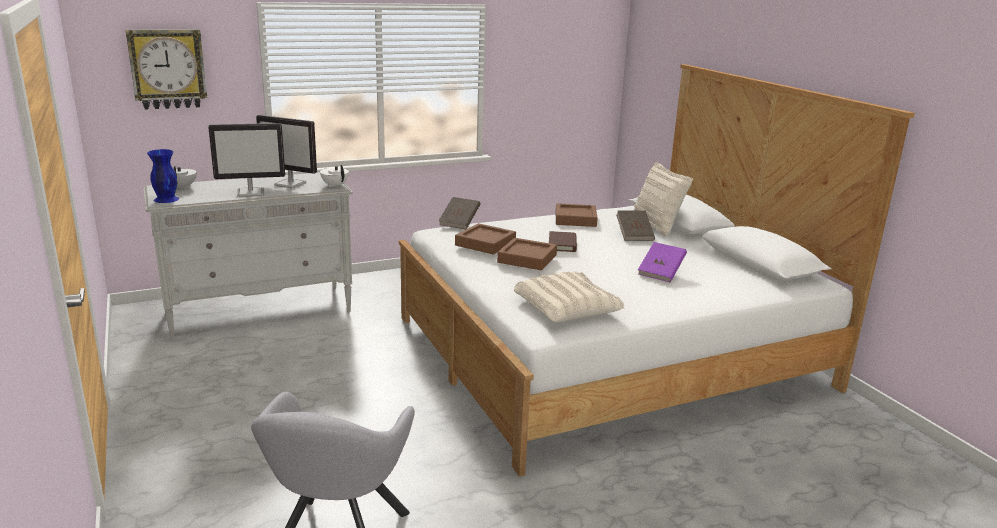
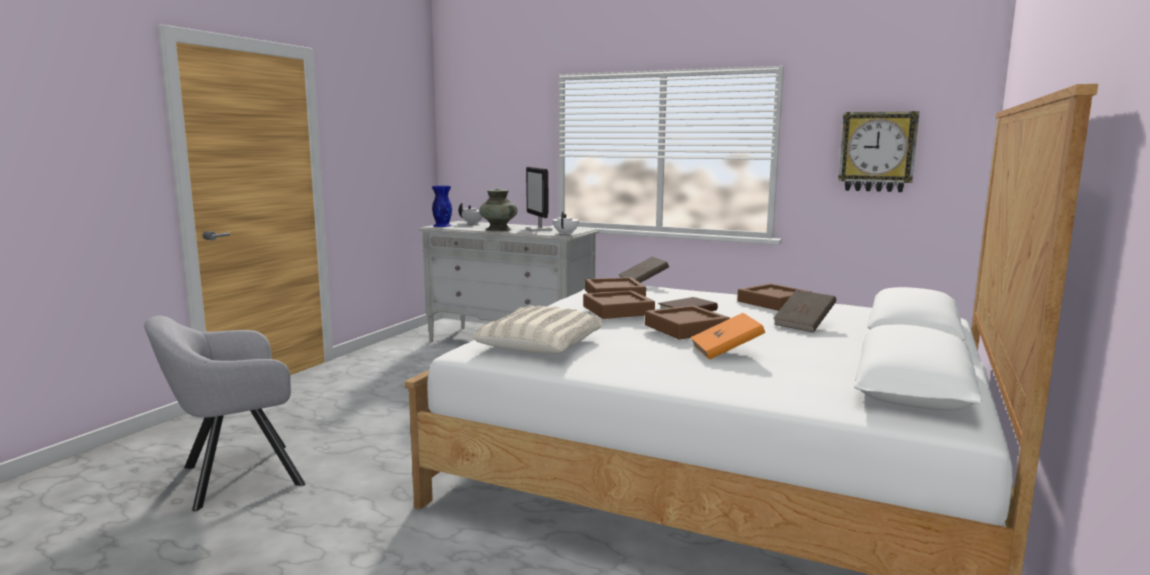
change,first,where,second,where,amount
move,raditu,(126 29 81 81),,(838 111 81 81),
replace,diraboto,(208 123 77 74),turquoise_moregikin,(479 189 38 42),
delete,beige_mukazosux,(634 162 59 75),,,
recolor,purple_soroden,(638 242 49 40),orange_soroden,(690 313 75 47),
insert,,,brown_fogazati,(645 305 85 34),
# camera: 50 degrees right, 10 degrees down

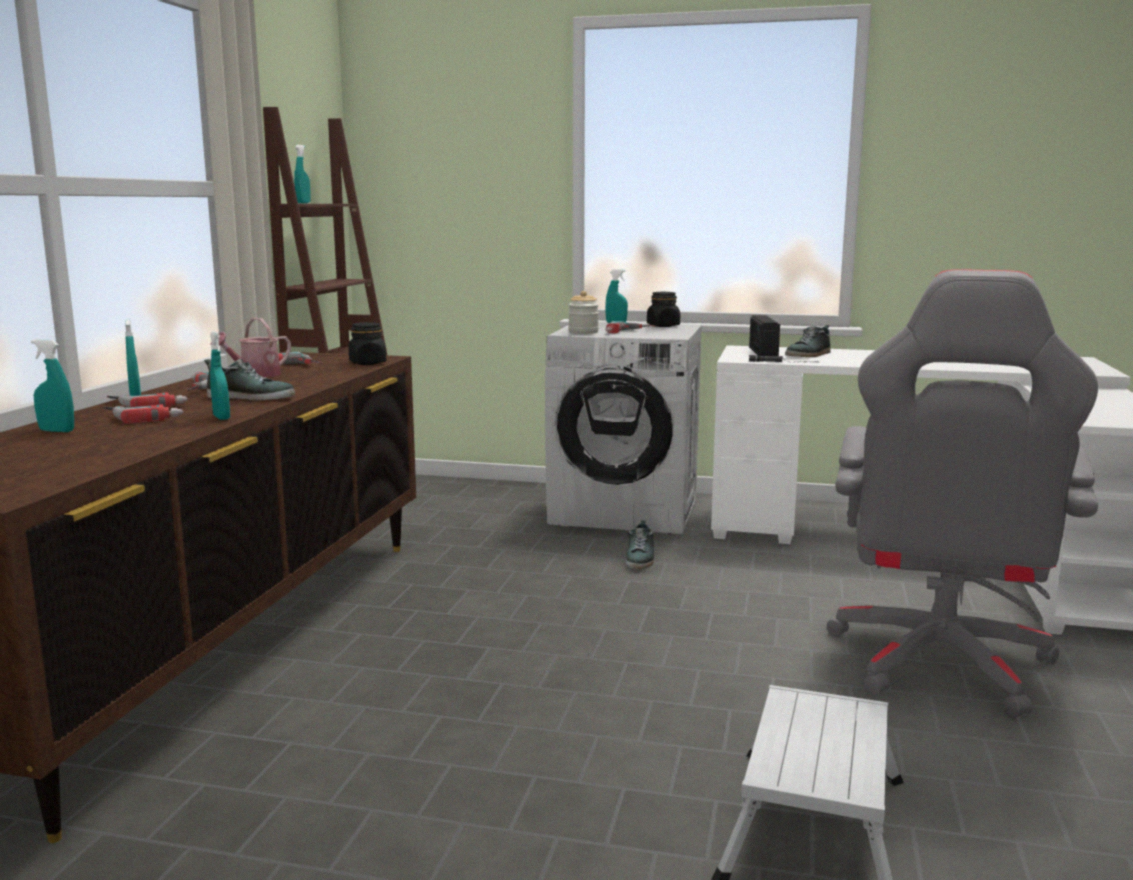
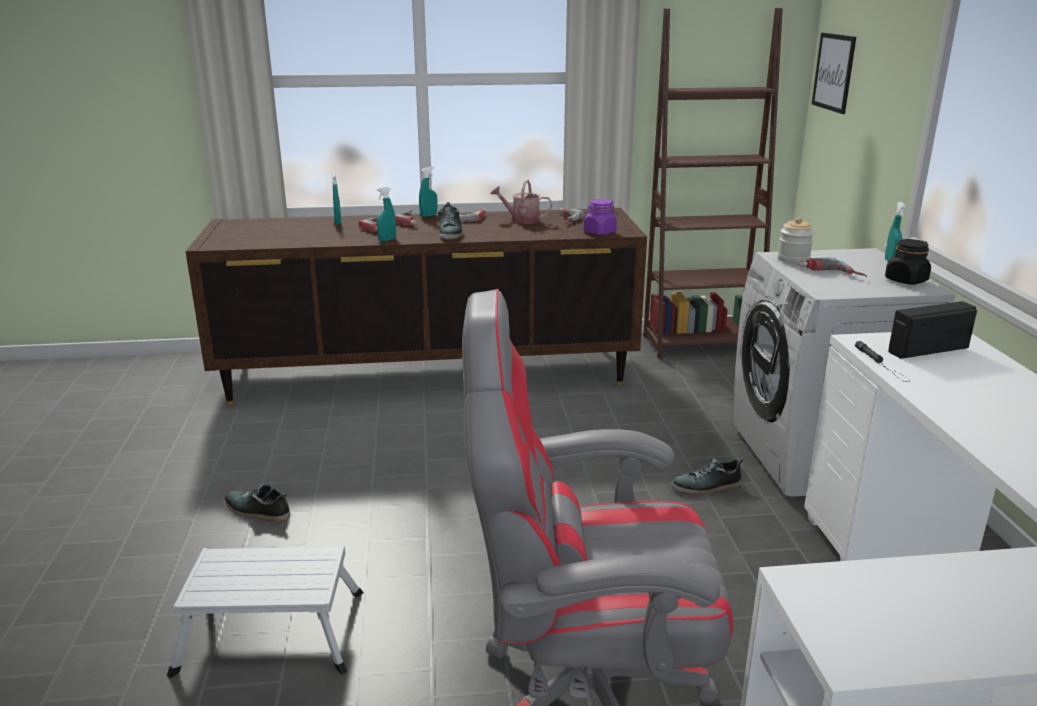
change,first,where,second,where,amount
delete,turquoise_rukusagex,(294 145 17 58),,,
recolor,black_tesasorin,(349 322 38 43),purple_tesasorin,(584 199 33 36),
move,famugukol,(785 325 46 32),,(225 484 65 38),
insert,,,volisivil,(812 33 44 81),
# camera: 70 degrees right, 10 degrees up

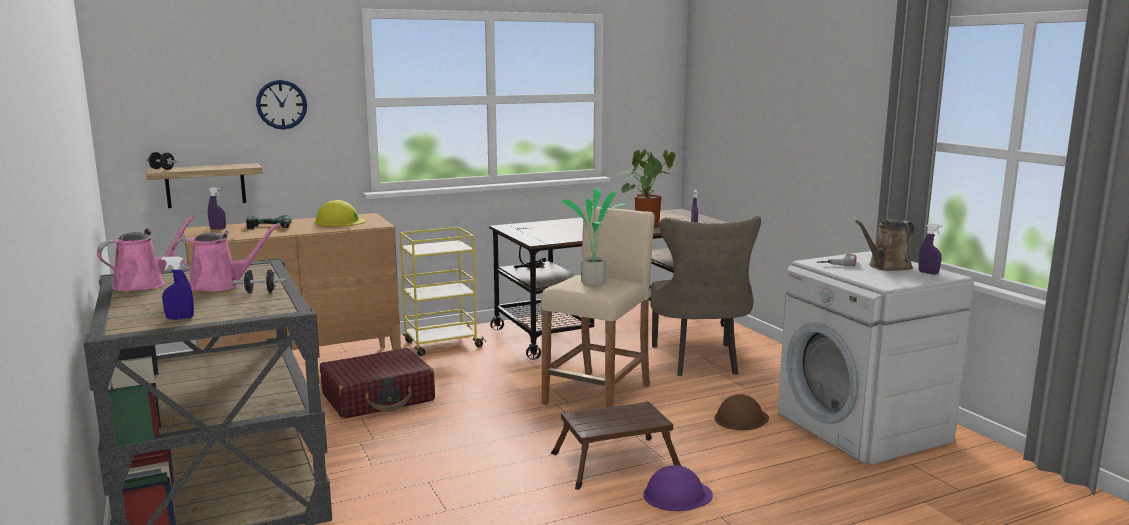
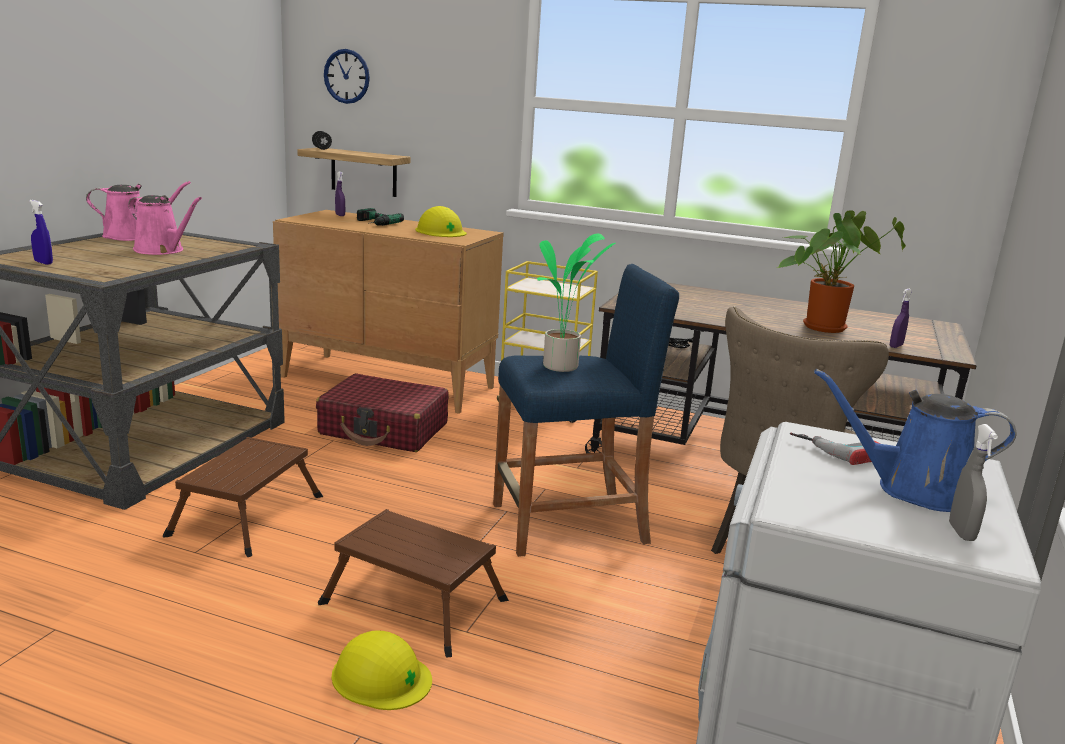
change,first,where,second,where,amount
move,raditu,(256 80 51 49),,(324 49 46 55),
recolor,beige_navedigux,(541 206 114 202),blue_navedigux,(493 264 186 293),
recolor,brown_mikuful,(855 219 60 52),blue_mikuful,(814 369 203 143),
recolor,purple_rukusagex,(919 223 23 51),grey_rukusagex,(949 424 49 117),
delete,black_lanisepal,(233 269 53 24),,,
delete,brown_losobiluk,(715 394 54 36),,,
recolor,purple_losobiluk,(643 465 70 46),yellow_losobiluk,(332 631 100 79),
insert,,,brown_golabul,(163 437 160 120),
# camera: 45 degrees right, 5 degrees up

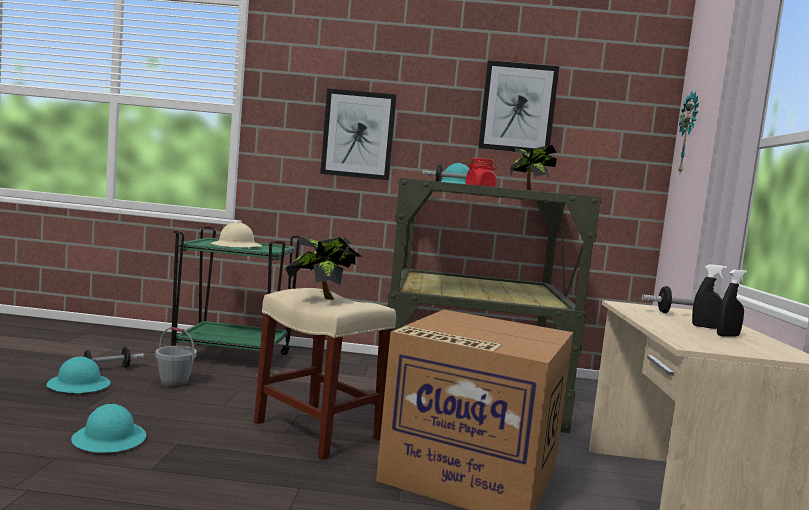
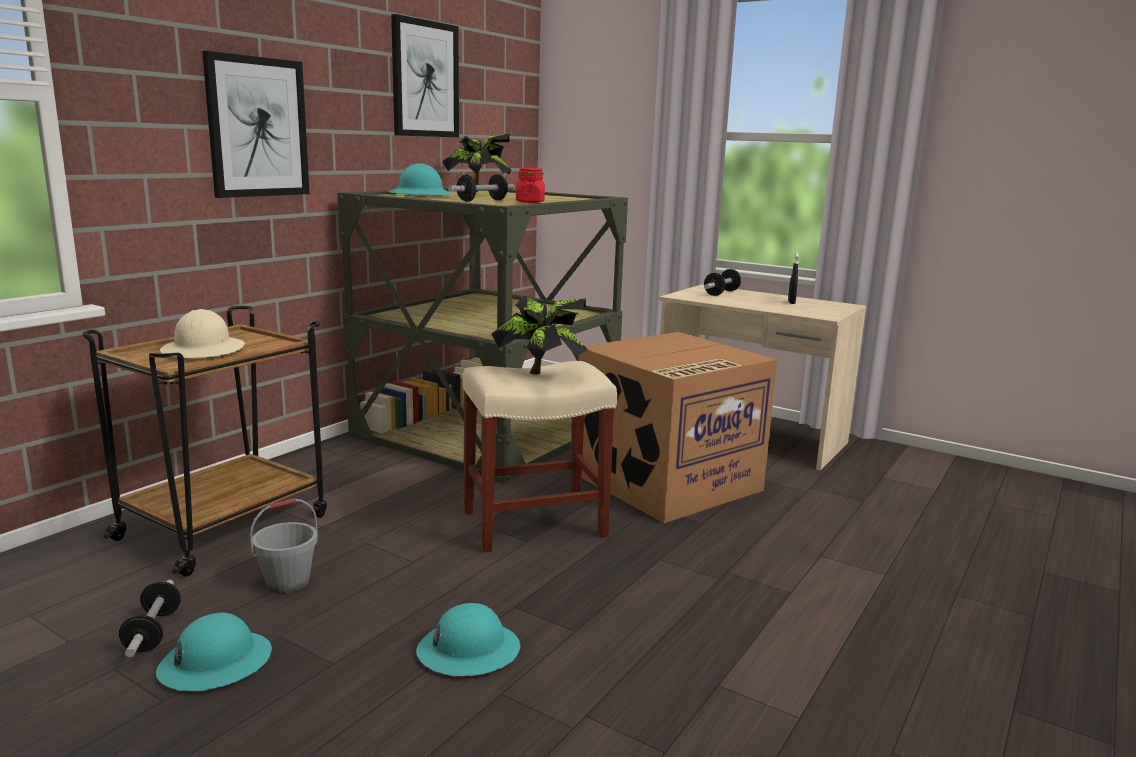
change,first,where,second,where,amount
delete,raditu,(678 91 21 82),,,
recolor,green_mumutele,(171 226 131 141),brown_mumutele,(82 306 245 271),
delete,black_rukusagex,(692 264 35 65),,,
# camera: 60 degrees left, 10 degrees up

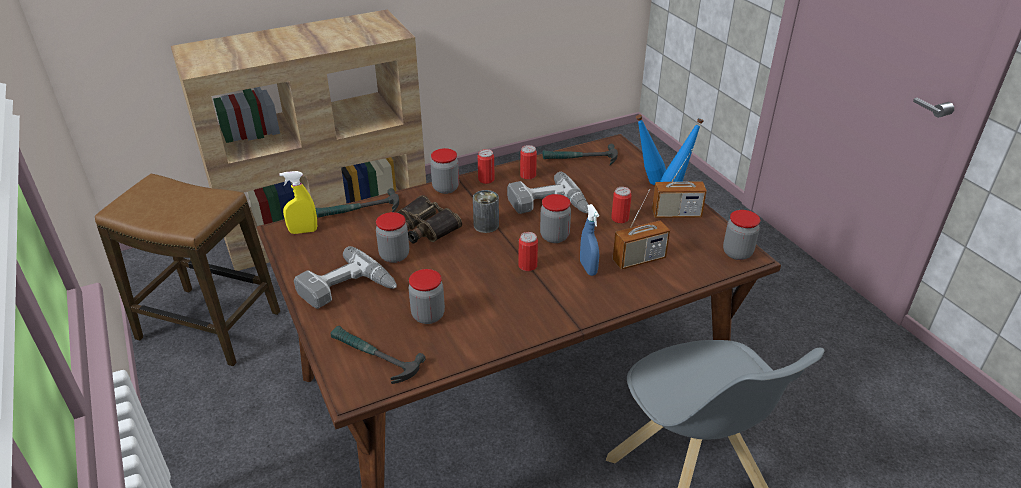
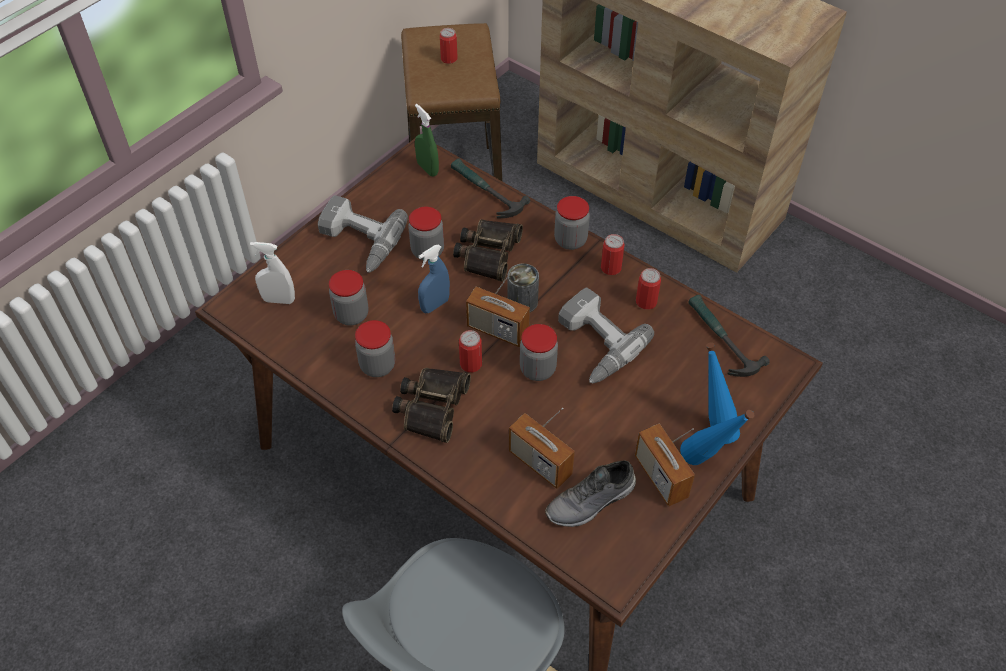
change,first,where,second,where,amount
recolor,yellow_rukusagex,(279 171 38 63),green_rukusagex,(415 104 24 73),
move,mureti,(611 187 21 36),,(440 28 18 36),
move,blue_rukusagex,(580 204 19 72),,(418 245 32 68),
move,tesasorin,(723 210 37 50),,(355 320 40 57),
replace,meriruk,(331 326 95 58),white_rukusagex,(250 242 45 62),
insert,,,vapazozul,(466 268 64 79),
insert,,,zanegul,(392 368 79 75),
insert,,,grey_famugukol,(545 460 91 67),
# camera: 65 degrees right, 15 degrees up

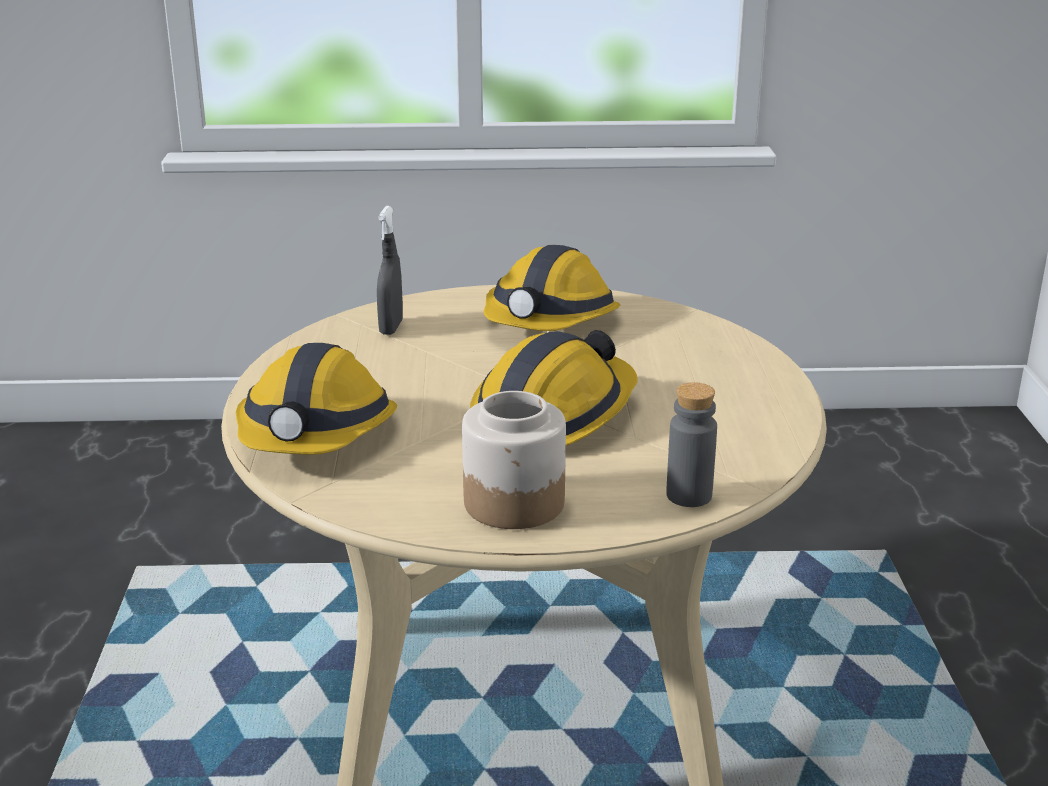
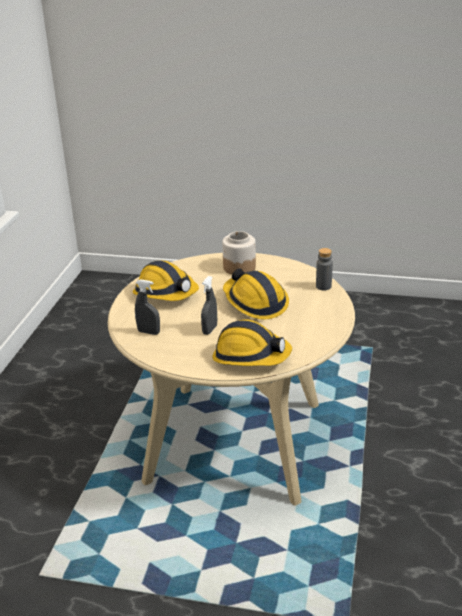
change,first,where,second,where,amount
move,tesasorin,(462 391 104 138),,(222 231 34 43),
insert,,,grey_rukusagex,(201 276 16 59),
# camera: 75 degrees left, 5 degrees up

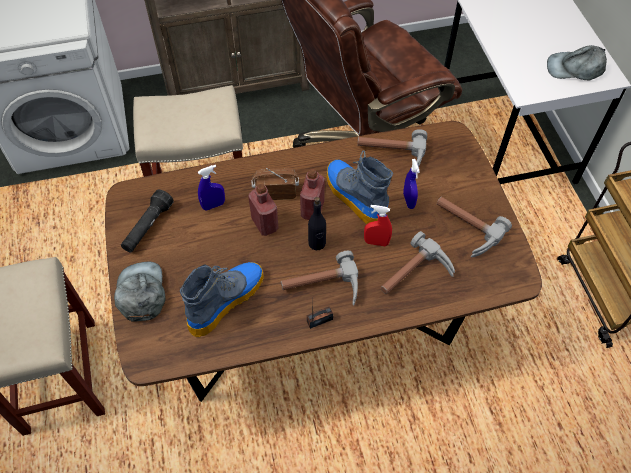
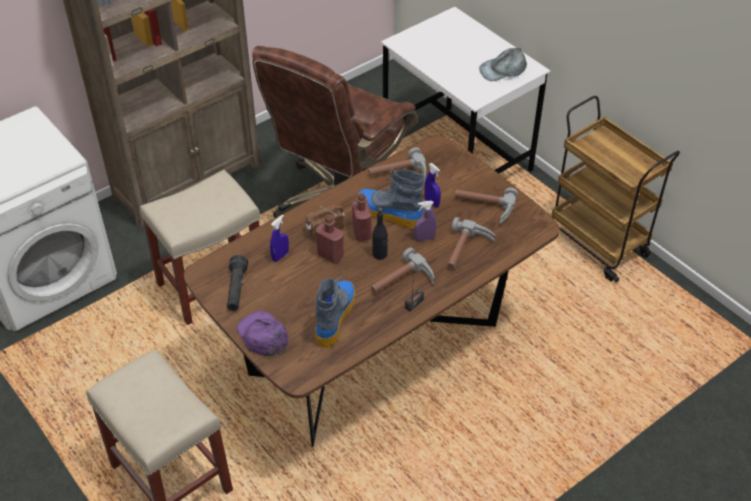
change,first,where,second,where,amount
recolor,red_rukusagex,(364 205 28 41),purple_rukusagex,(414 201 23 40),
recolor,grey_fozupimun,(114 261 52 61),purple_fozupimun,(237 311 51 45),
# camera: 25 degrees left, 10 degrees down

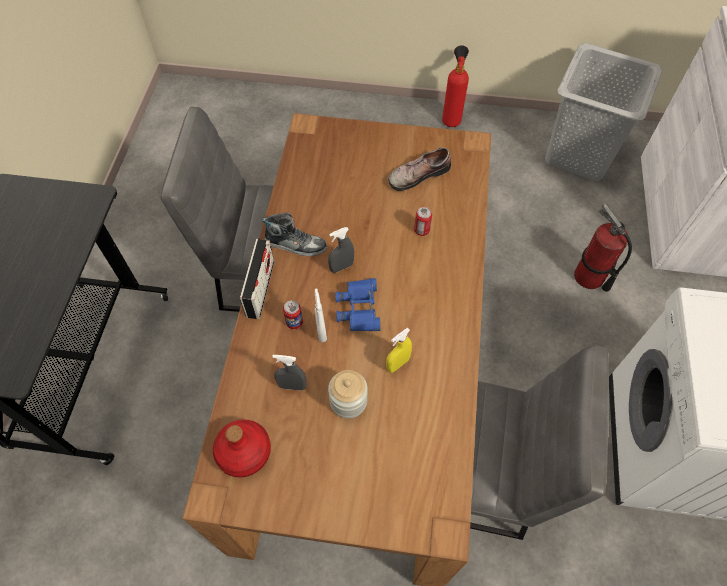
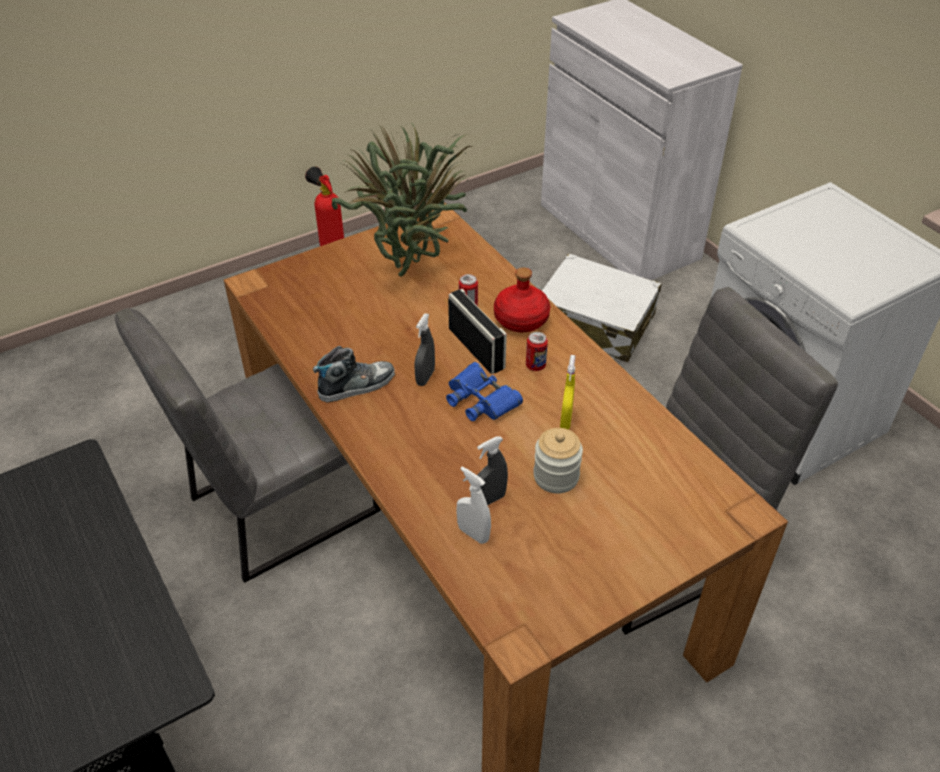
change,first,where,second,where,amount
delete,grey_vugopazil,(545 43 118 138),,,
replace,famugukol,(388 147 63 44),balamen,(332 122 140 155),
replace,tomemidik,(574 204 58 88),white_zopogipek,(542 253 120 109),
move,vapazozul,(240 239 34 80),,(448 289 59 85),
move,white_rukusagex,(315 288 12 54),,(456 466 35 78),
move,mureti,(283 300 20 29),,(526 332 22 39),
move,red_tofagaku,(213 419 58 58),,(494 267 56 65),
# camera: 40 degrees left, 15 degrees down

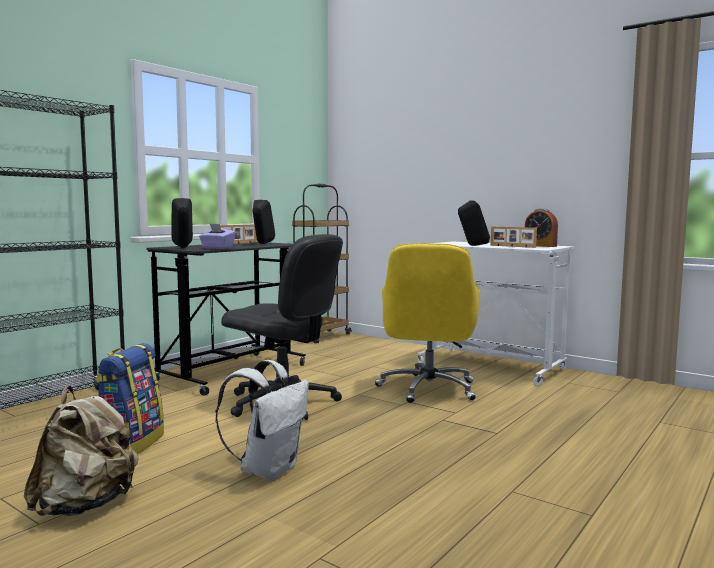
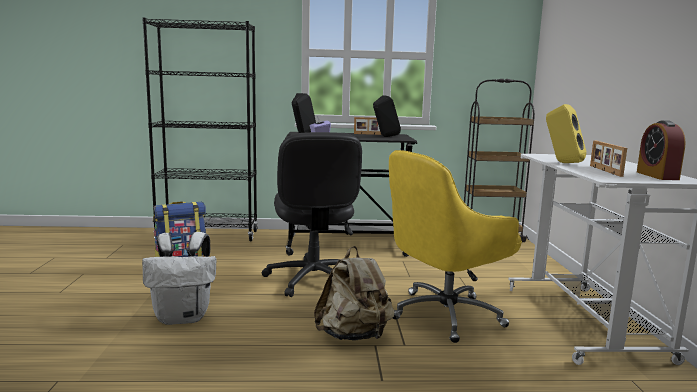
change,first,where,second,where,amount
recolor,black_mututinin,(458 200 32 46),yellow_mututinin,(546 104 41 59),
move,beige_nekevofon,(24 386 115 130),,(314 246 81 95),
# camera: 50 degrees right, 5 degrees up

